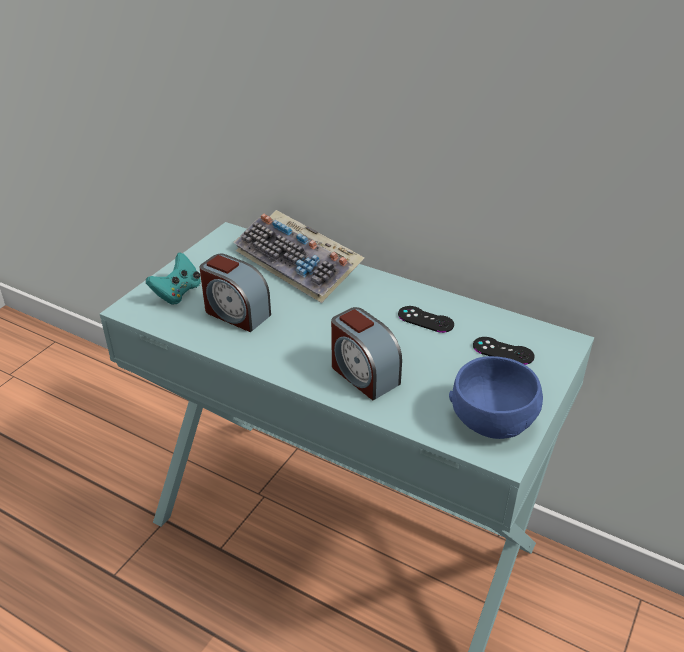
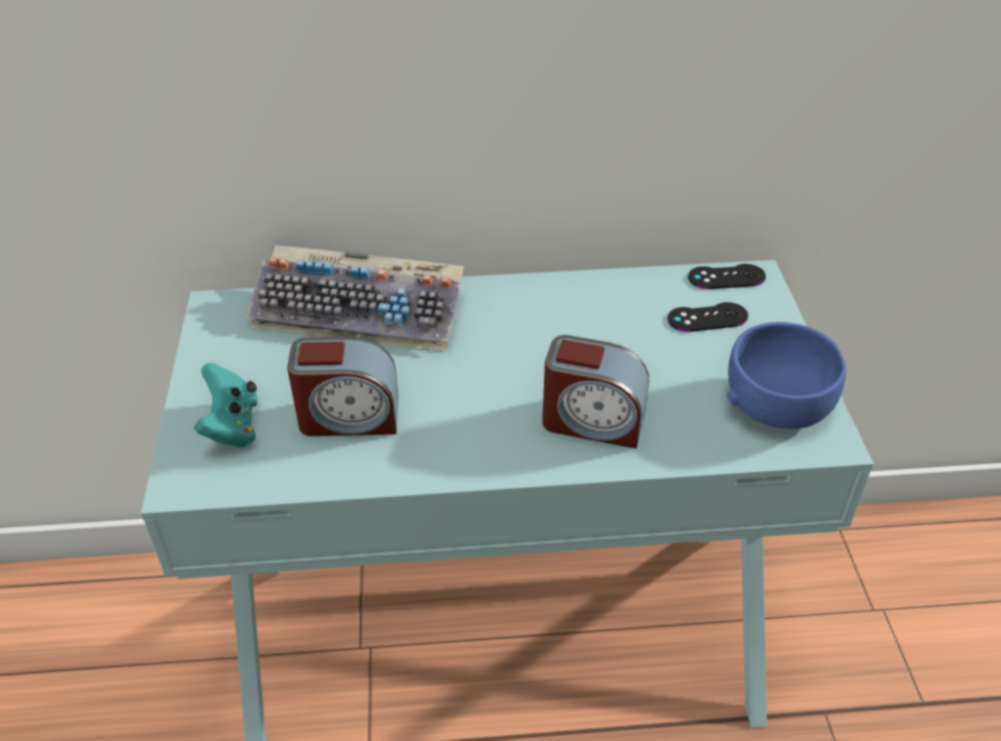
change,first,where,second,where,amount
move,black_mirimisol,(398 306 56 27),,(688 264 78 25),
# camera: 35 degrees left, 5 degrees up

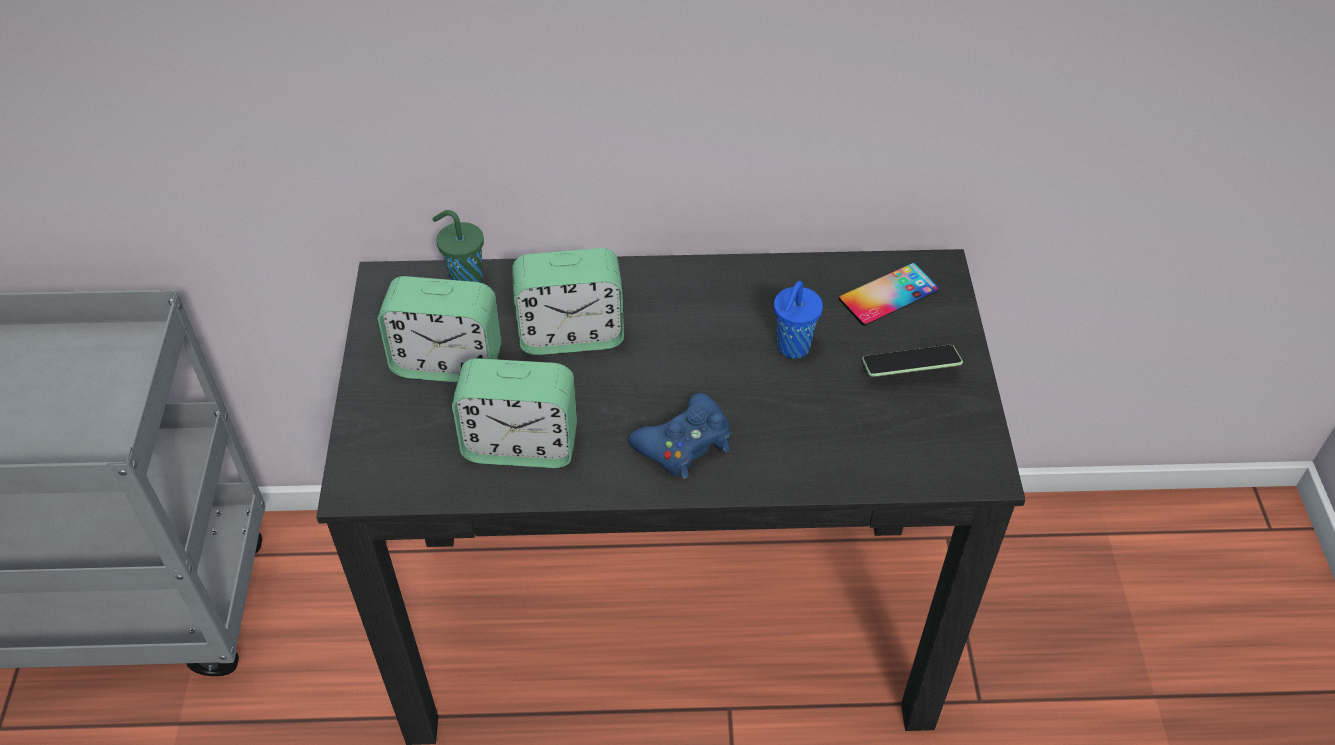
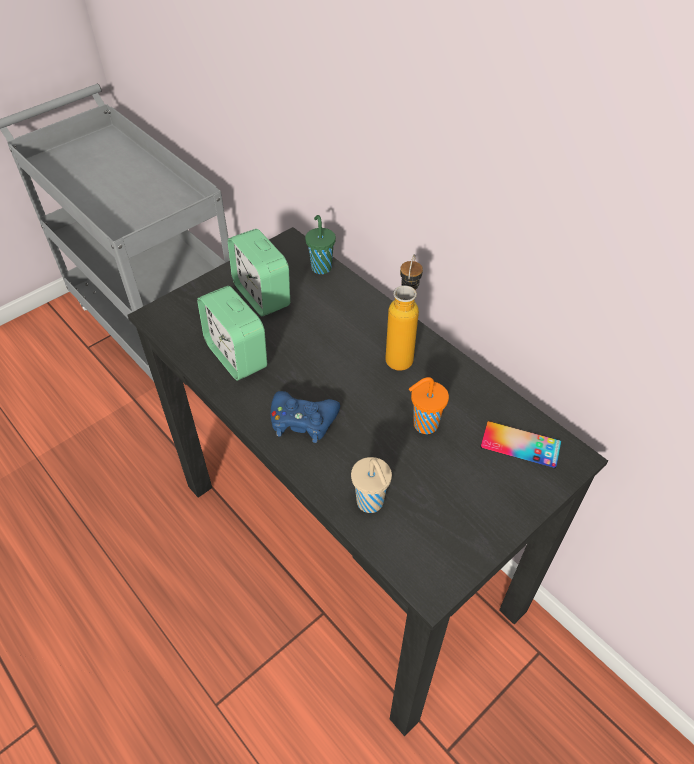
change,first,where,second,where,amount
delete,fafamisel,(512 248 112 107),,,
recolor,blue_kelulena,(774 281 49 77),orange_kelulena,(409 377 40 57),
delete,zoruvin,(862 345 101 32),,,
insert,,,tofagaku,(386 254 37 117),
insert,,,beige_kelulena,(351 457 41 56),
# camera: 50 degrees right, 0 degrees up

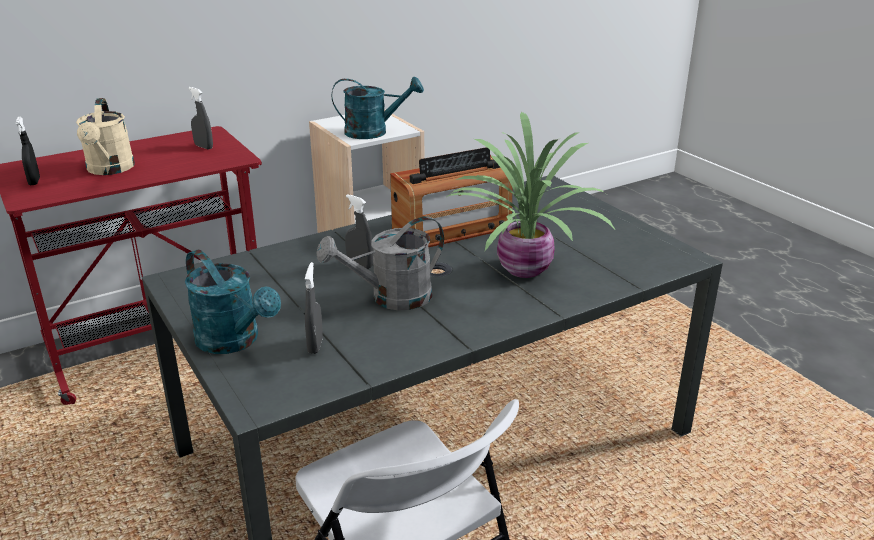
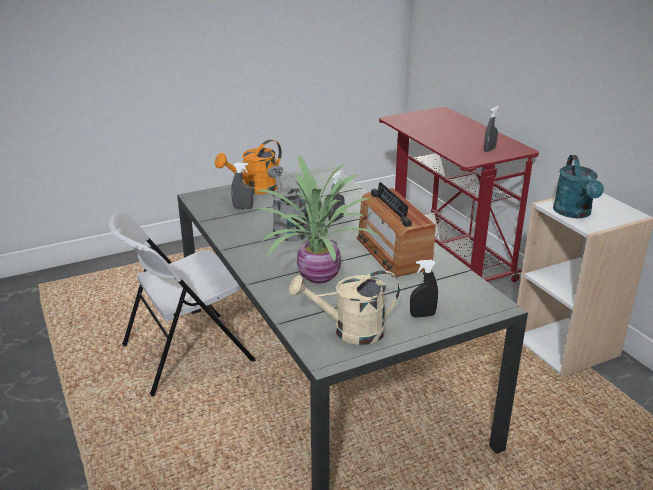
change,first,where,second,where,amount
move,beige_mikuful,(76 98 59 77),,(289 270 111 75),
move,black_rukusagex,(15 117 25 68),,(410 260 28 58),
recolor,turquoise_mikuful,(185 249 96 105),orange_mikuful,(215 140 67 54),
# camera: 95 degrees right, 0 degrees up

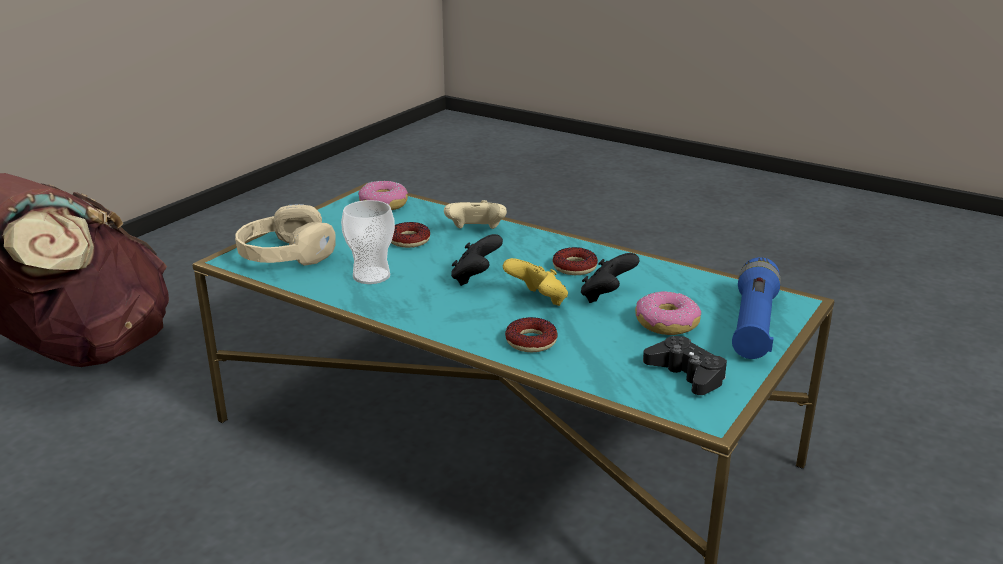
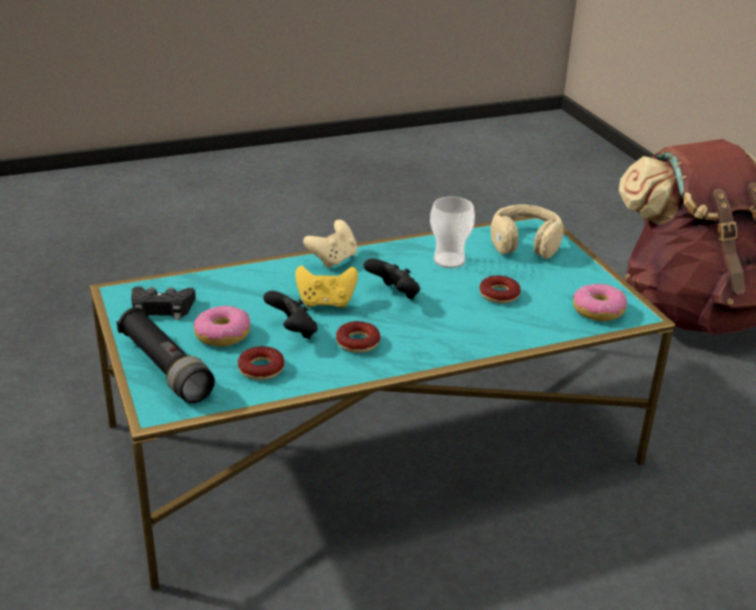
change,first,where,second,where,amount
move,beige_mirimisol,(444 200 63 29),,(303 220 54 49),
recolor,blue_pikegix,(732 257 49 102),black_pikegix,(116 307 99 96),
move,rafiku,(505 317 53 35),,(238 346 46 34),
# camera: 125 degrees right, 5 degrees up

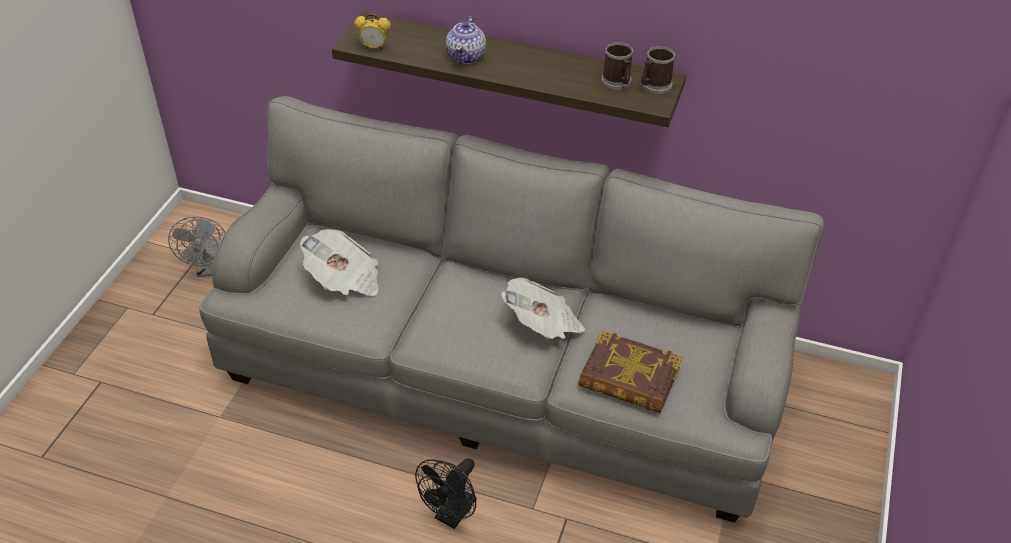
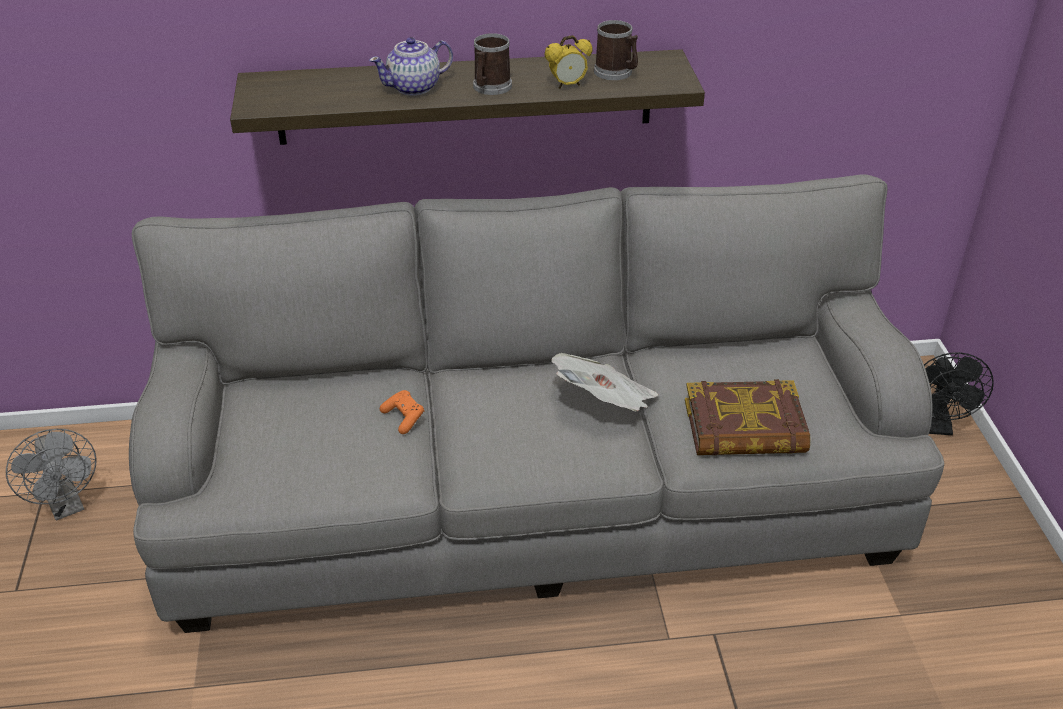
change,first,where,second,where,amount
move,fafamisel,(354 14 37 36),,(545 35 48 54),
rotate,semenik,(446 16 40 48),,(369 37 84 59),75 degrees clockwise
move,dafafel,(641 46 34 48),,(473 33 39 62),
delete,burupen,(300 229 78 67),,,
move,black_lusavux,(415 458 62 71),,(924 352 70 83),
insert,,,orange_mirimisol,(380 390 45 44),
# camera: 25 degrees left, 5 degrees down

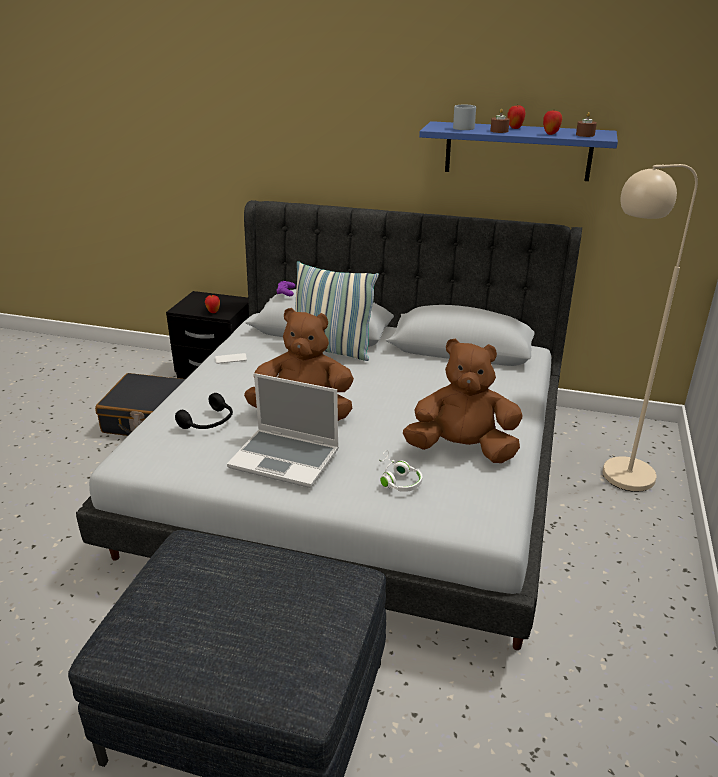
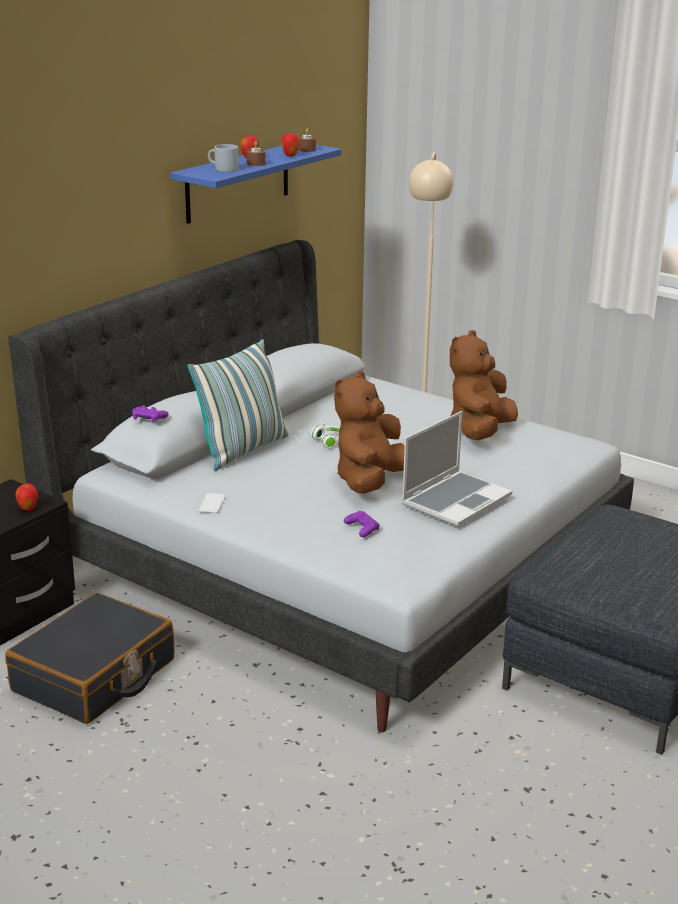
change,first,where,second,where,amount
replace,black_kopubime,(175 393 58 36),purple_mirimisol,(344 511 36 26),
move,white_kopubime,(380 450 42 42),,(294 423 46 25),
# camera: 70 degrees left, 5 degrees down

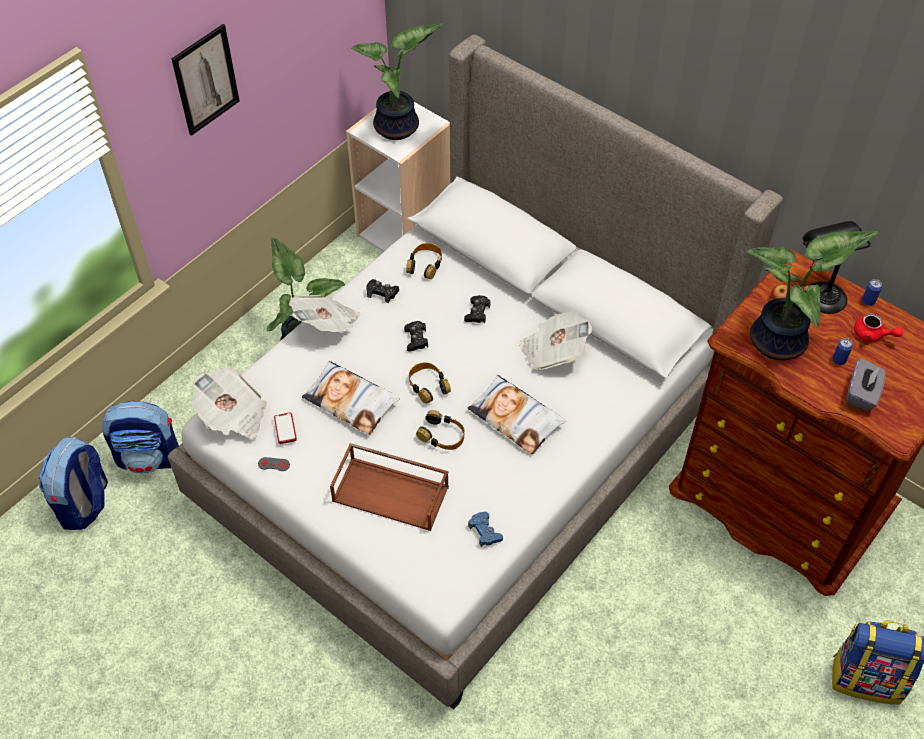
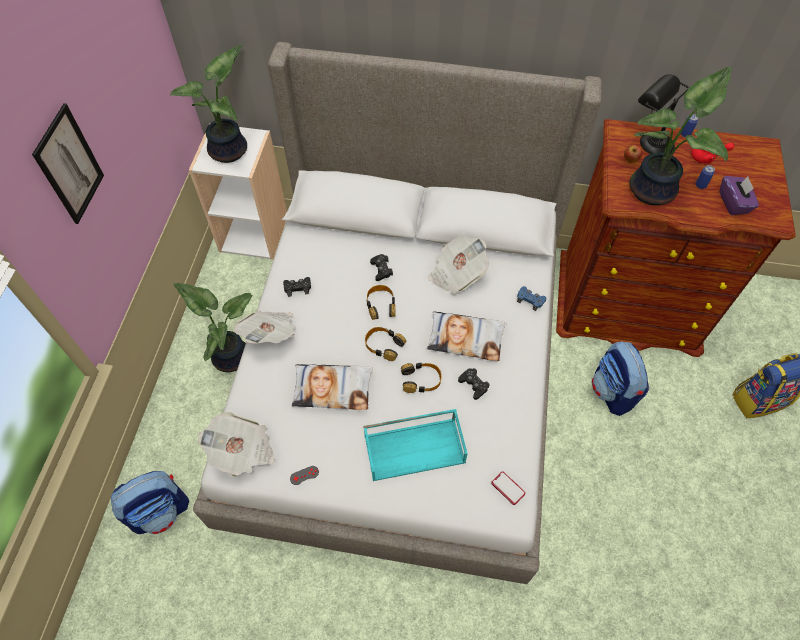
change,first,where,second,where,amount
move,kopubime,(406 243 36 36),,(366 285 30 35),
move,black_mirimisol,(404 321 24 31),,(458 368 31 32),
recolor,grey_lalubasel,(846 358 40 53),purple_lalubasel,(719 176 40 39),
move,zoruvin,(274 413 23 31),,(491 471 34 34),
move,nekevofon,(39 436 69 94),,(592 341 57 75),
recolor,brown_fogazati,(330 443 119 88),turquoise_fogazati,(363 409 105 72),
move,blue_mirimisol,(468 512 35 35),,(517 286 29 25),
# camera: 30 degrees left, 5 degrees up

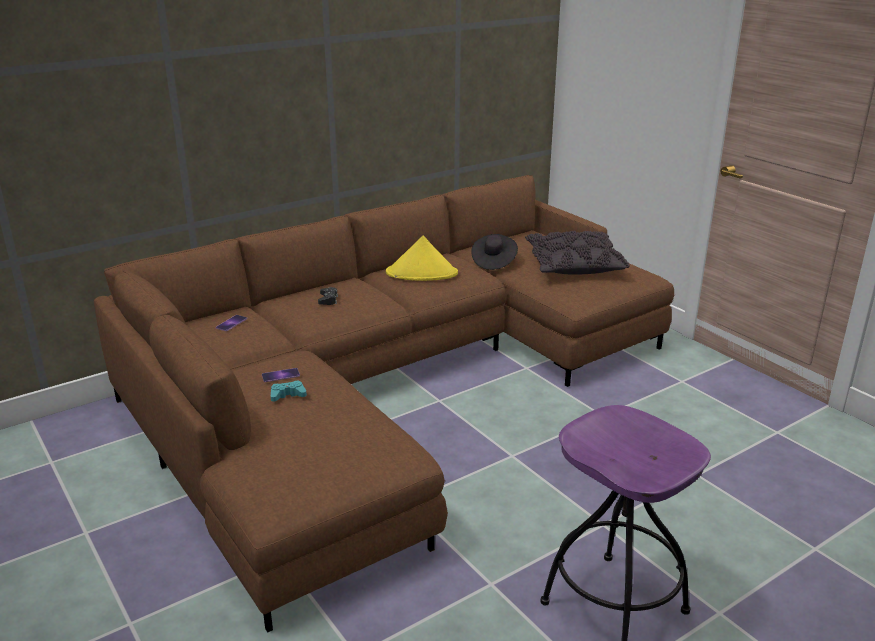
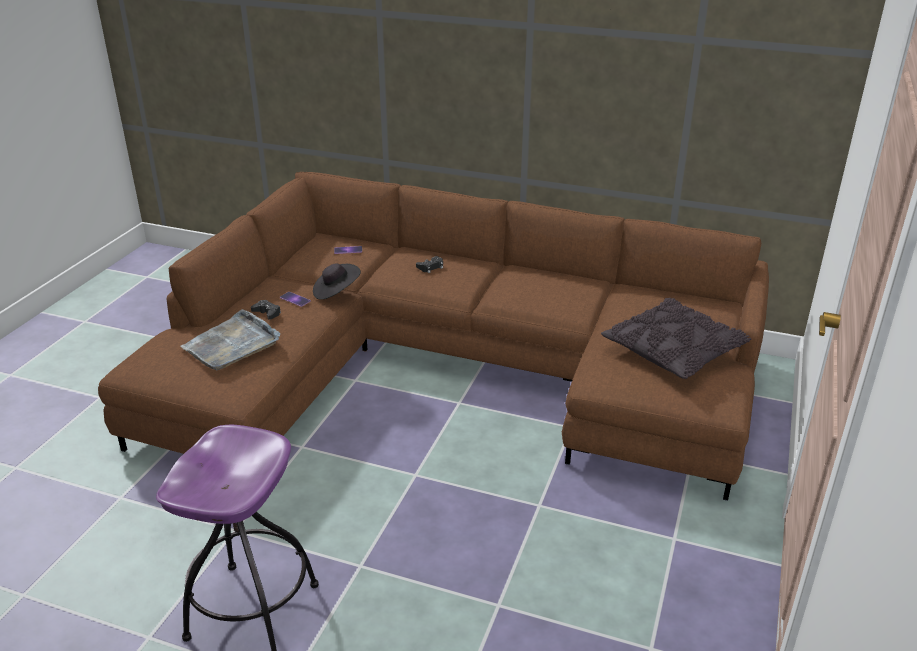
change,first,where,second,where,amount
move,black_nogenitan,(471 234 47 36),,(313 263 48 37),
delete,yellow_nogenitan,(386 236 72 45),,,
recolor,turquoise_mirimisol,(271 380 36 22),black_mirimisol,(251 300 30 20),
insert,,,grey_fogazati,(180 309 100 61),
# camera: 55 degrees right, 5 degrees up

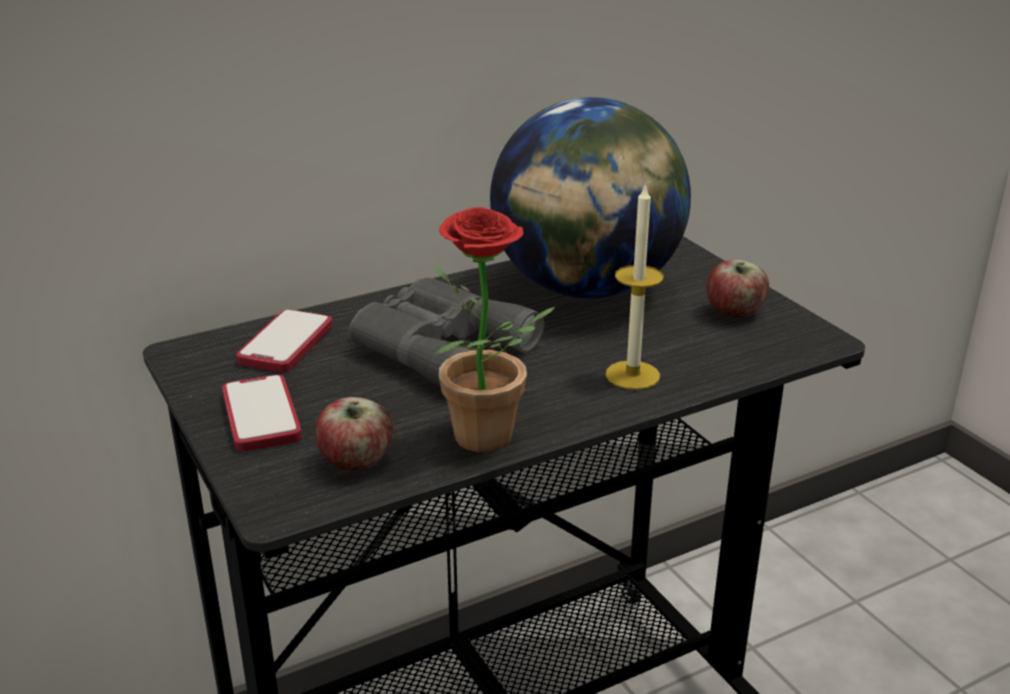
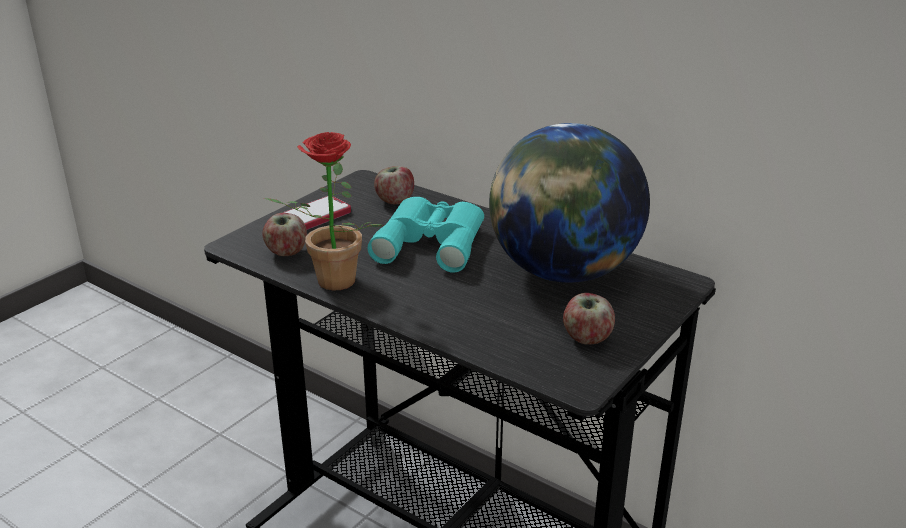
change,first,where,second,where,amount
delete,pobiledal,(606 183 58 207),,,
recolor,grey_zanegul,(349 277 195 110),turquoise_zanegul,(367 197 117 76),
replace,zoruvin,(236 309 96 64),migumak,(374 166 40 38),
# camera: 65 degrees right, 0 degrees up

